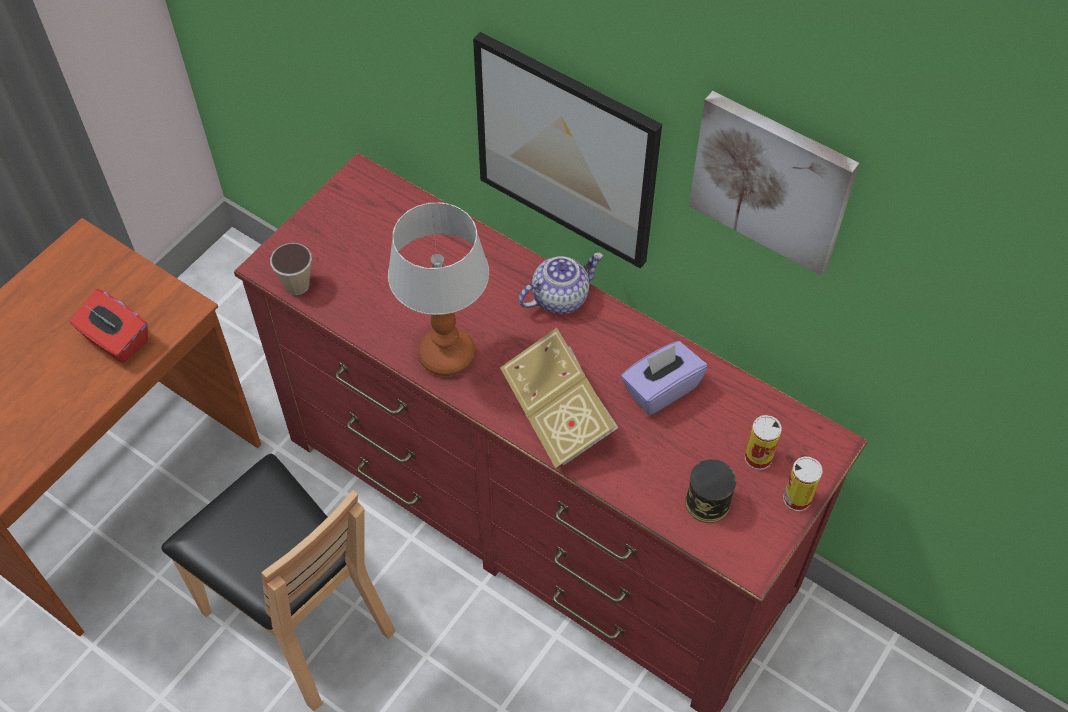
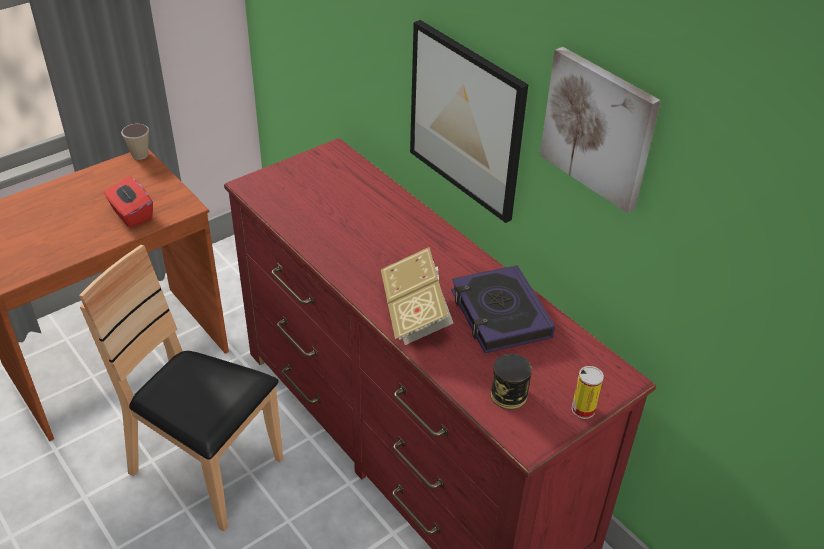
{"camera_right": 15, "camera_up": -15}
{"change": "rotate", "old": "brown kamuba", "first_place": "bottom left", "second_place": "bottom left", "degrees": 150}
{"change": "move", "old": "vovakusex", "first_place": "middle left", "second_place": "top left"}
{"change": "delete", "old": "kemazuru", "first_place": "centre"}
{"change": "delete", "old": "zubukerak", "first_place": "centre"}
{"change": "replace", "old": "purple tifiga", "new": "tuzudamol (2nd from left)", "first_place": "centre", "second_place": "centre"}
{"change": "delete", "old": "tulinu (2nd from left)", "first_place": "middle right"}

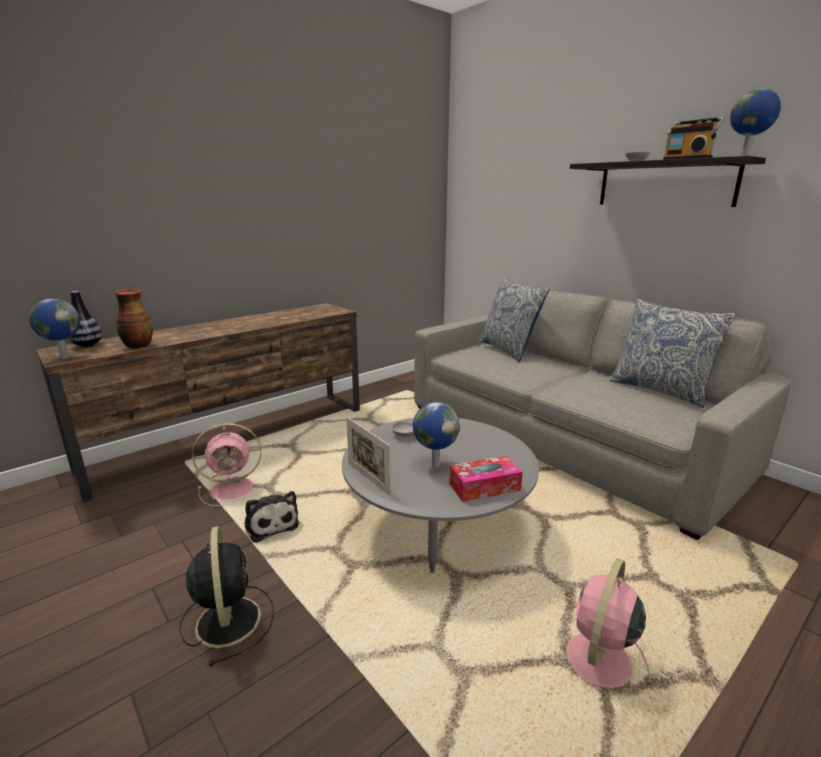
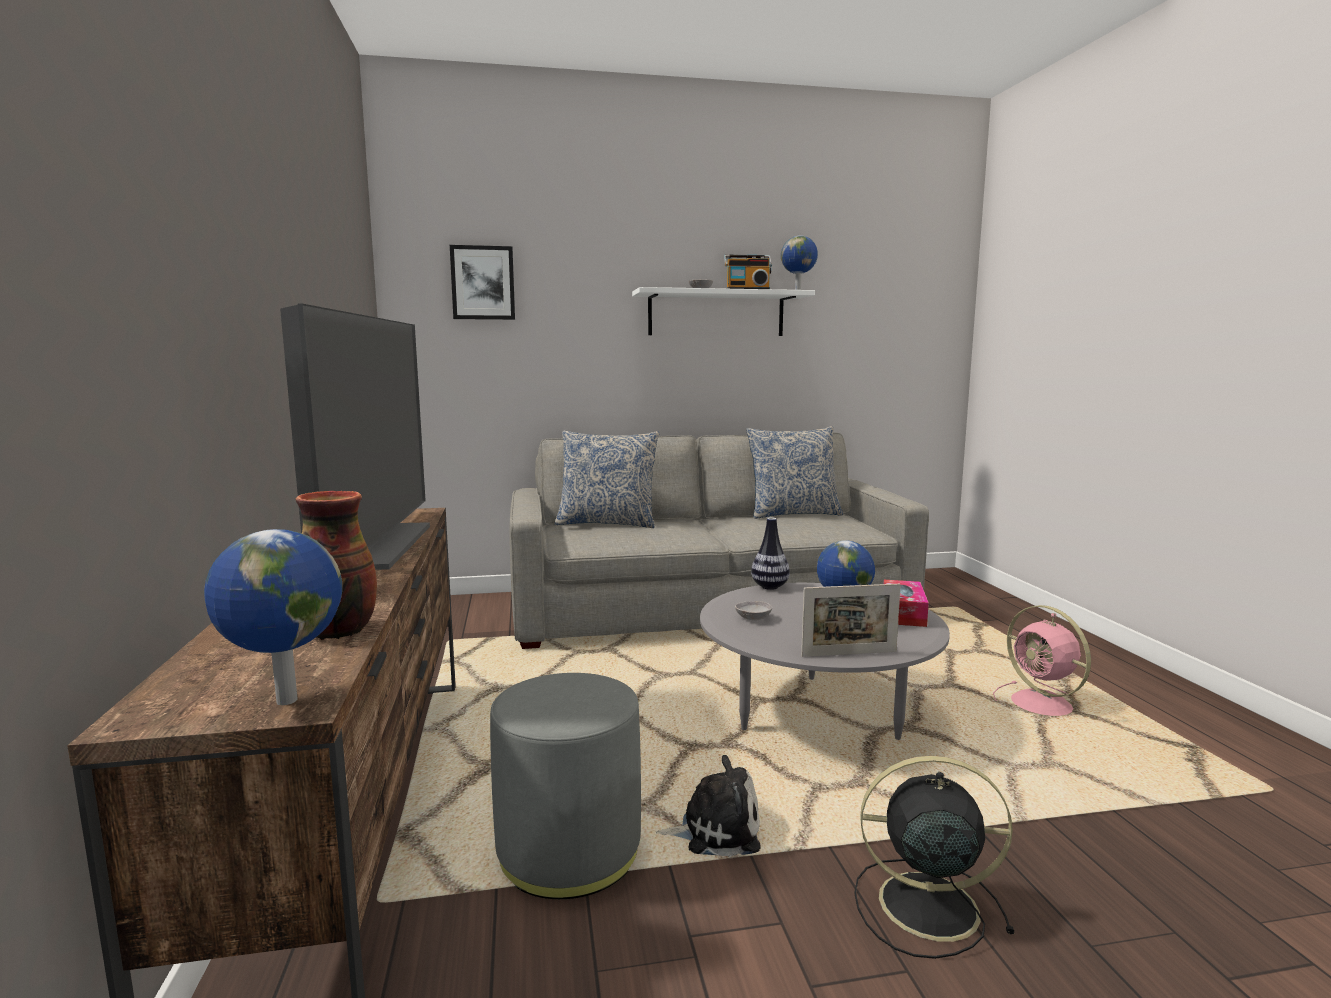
{"camera_right": -60, "camera_up": -10}
{"change": "move", "old": "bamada (1st from left in the first image)", "new": "bamada (2nd from left)", "first_place": "middle left", "second_place": "centre"}
{"change": "replace", "old": "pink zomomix (1st from left)", "new": "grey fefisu", "first_place": "middle left", "second_place": "bottom centre"}
{"change": "recolor", "old": "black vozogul", "new": "white vozogul", "first_place": "top right", "second_place": "top centre"}
{"change": "insert", "new": "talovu", "second_place": "middle left"}
{"change": "insert", "new": "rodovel", "second_place": "top centre"}

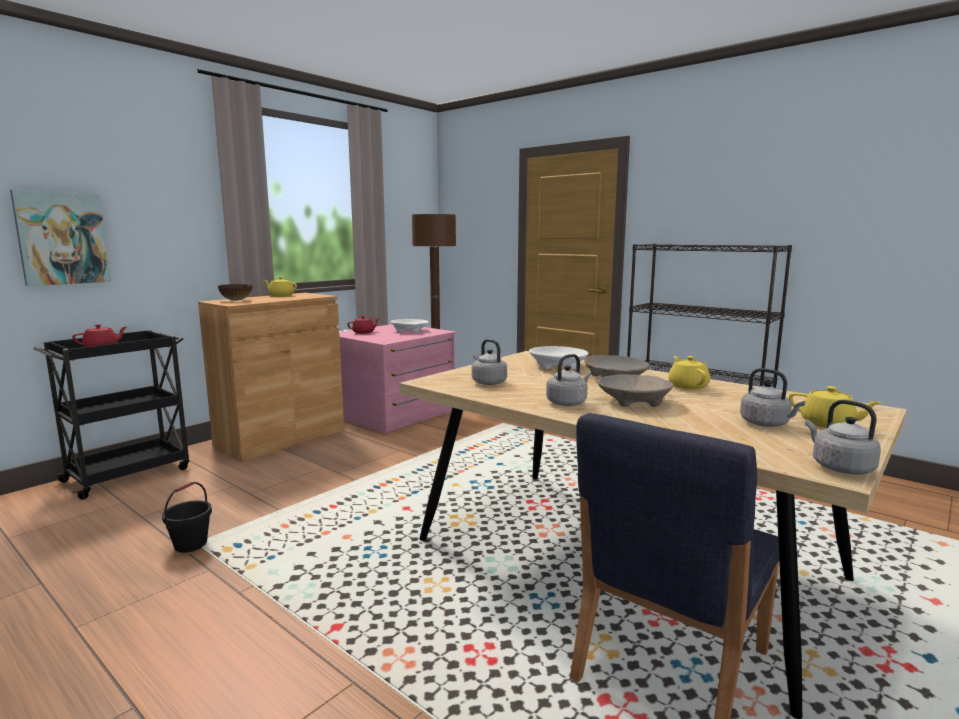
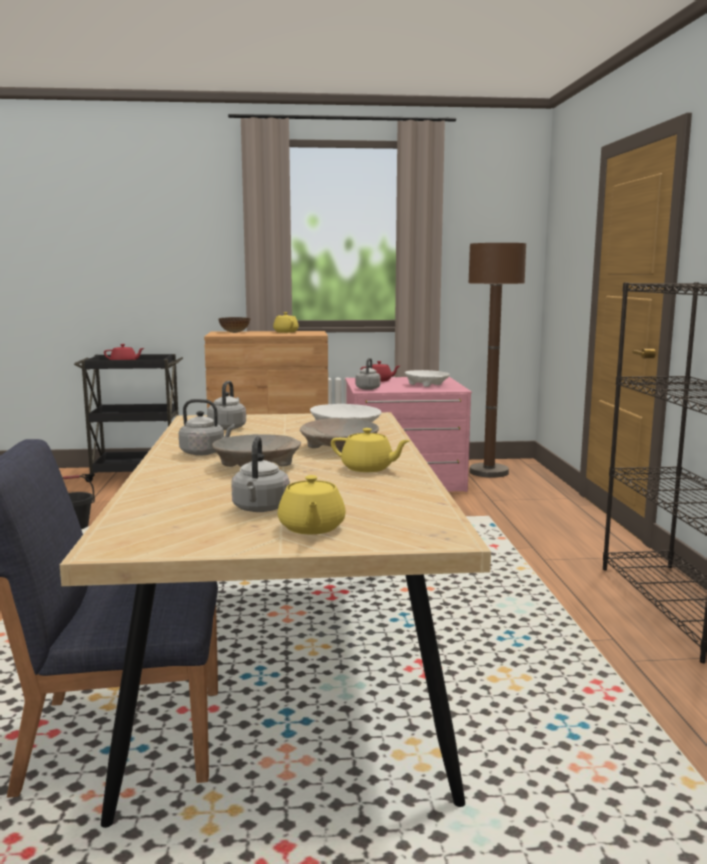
{"camera_right": 45, "camera_up": 0}
{"change": "delete", "old": "rodovel", "first_place": "top left"}
{"change": "rotate", "old": "yellow zubukerak (2nd from left in the first image)", "first_place": "middle right", "second_place": "centre", "degrees": 75}
{"change": "move", "old": "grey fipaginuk (4th from left)", "first_place": "middle right", "second_place": "centre"}

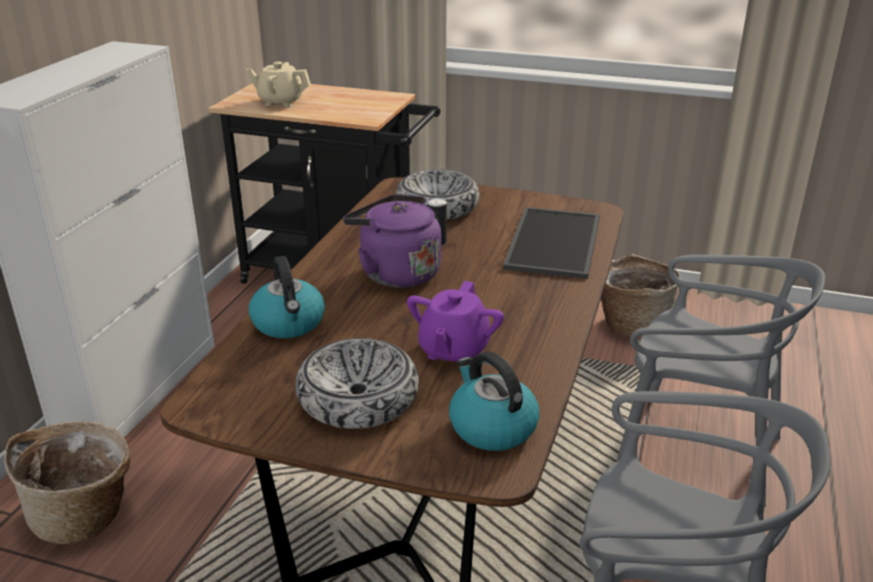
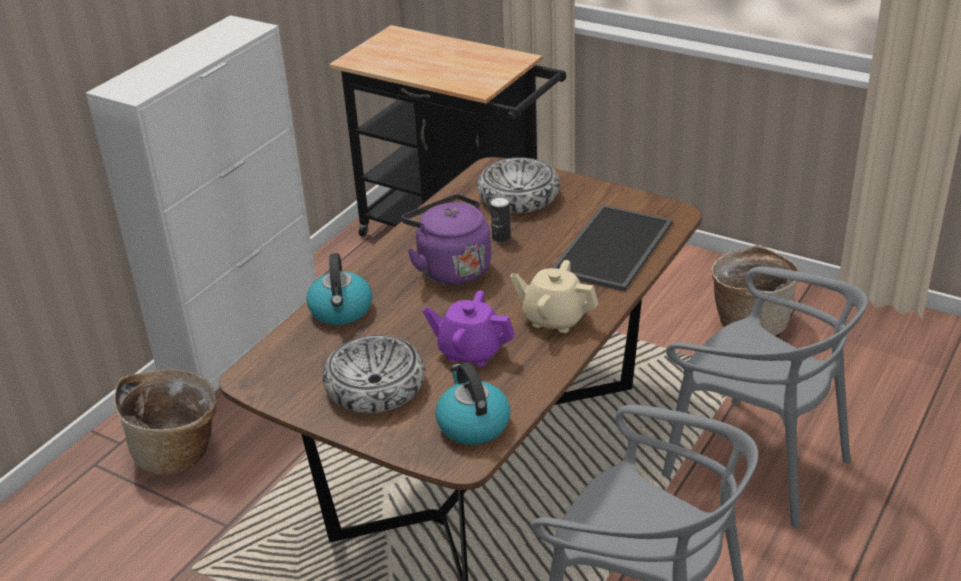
{"camera_right": 15, "camera_up": 5}
{"change": "move", "old": "beige zubukerak", "first_place": "top left", "second_place": "centre"}
{"change": "rotate", "old": "purple zubukerak", "first_place": "centre", "second_place": "centre", "degrees": 75}

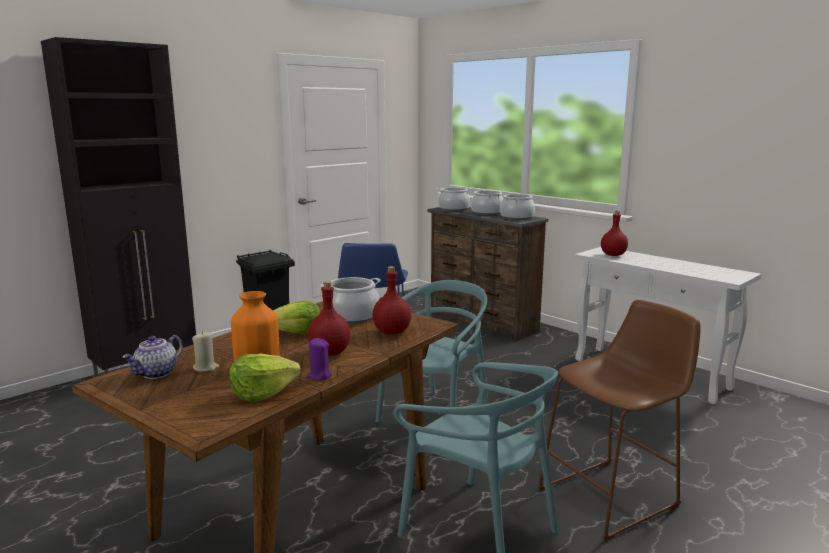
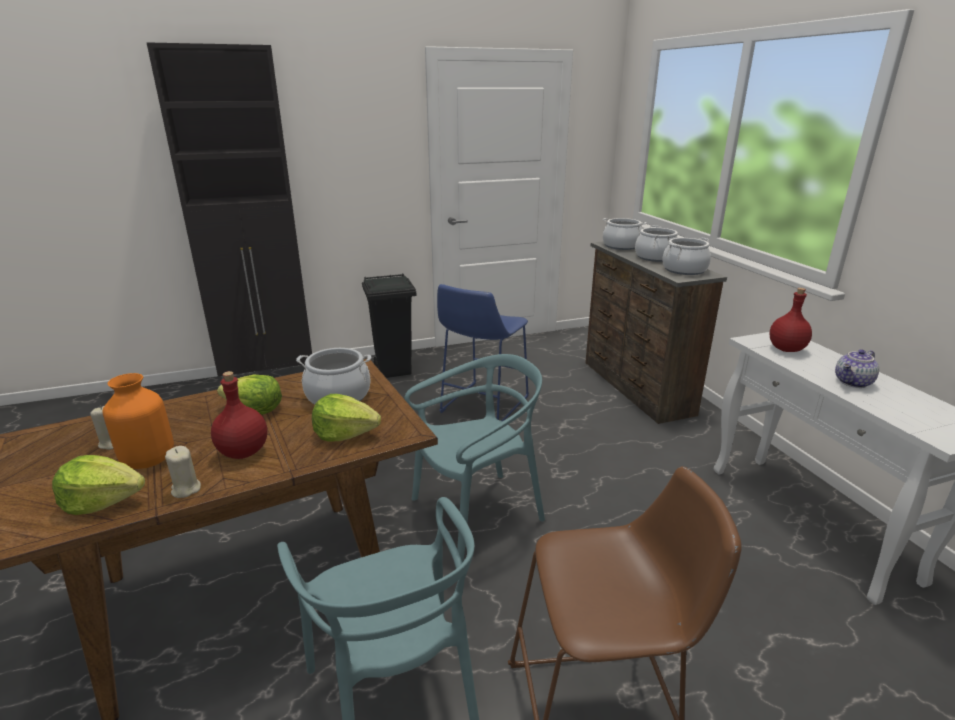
{"camera_right": 25, "camera_up": 10}
{"change": "move", "old": "zubukerak", "first_place": "middle left", "second_place": "middle right"}
{"change": "recolor", "old": "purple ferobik", "new": "beige ferobik (2nd from left)", "first_place": "centre", "second_place": "middle left"}
{"change": "replace", "old": "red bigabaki (2nd from left)", "new": "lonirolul (3rd from left)", "first_place": "centre", "second_place": "centre"}

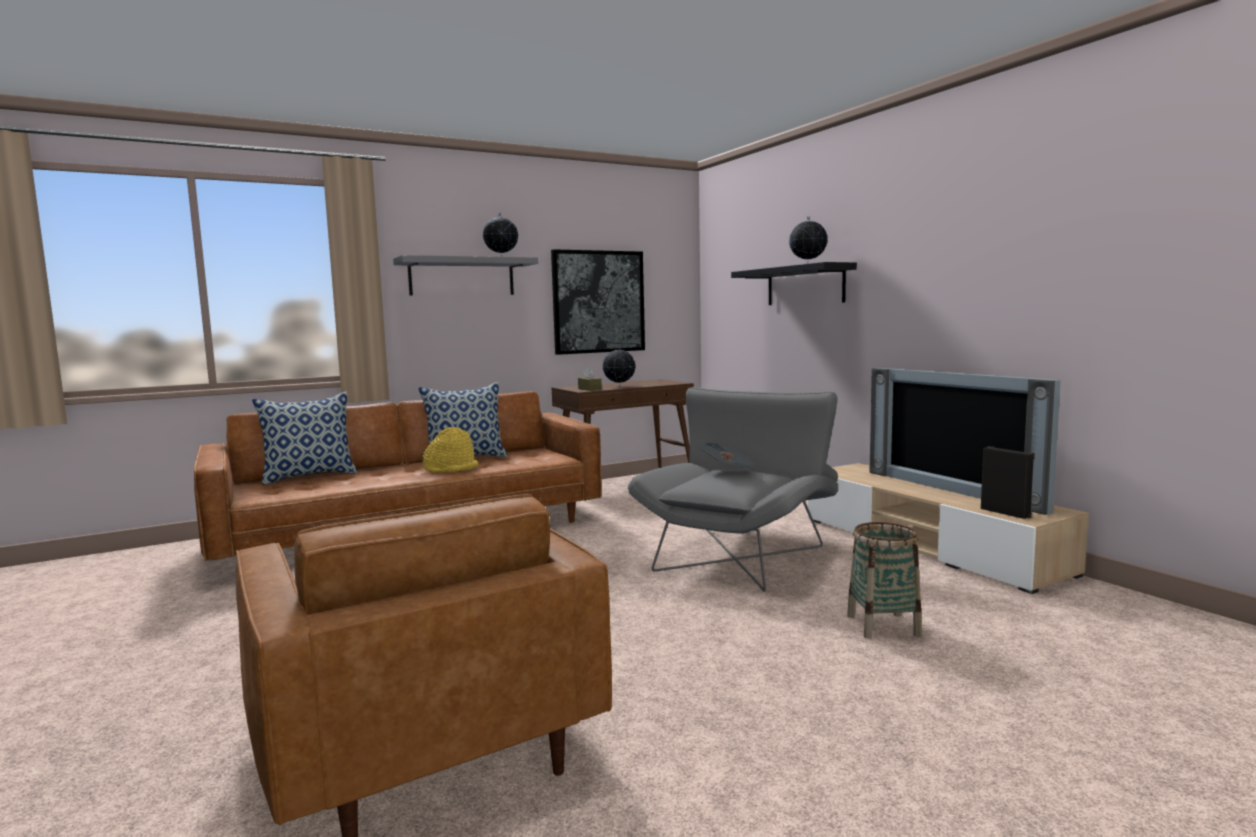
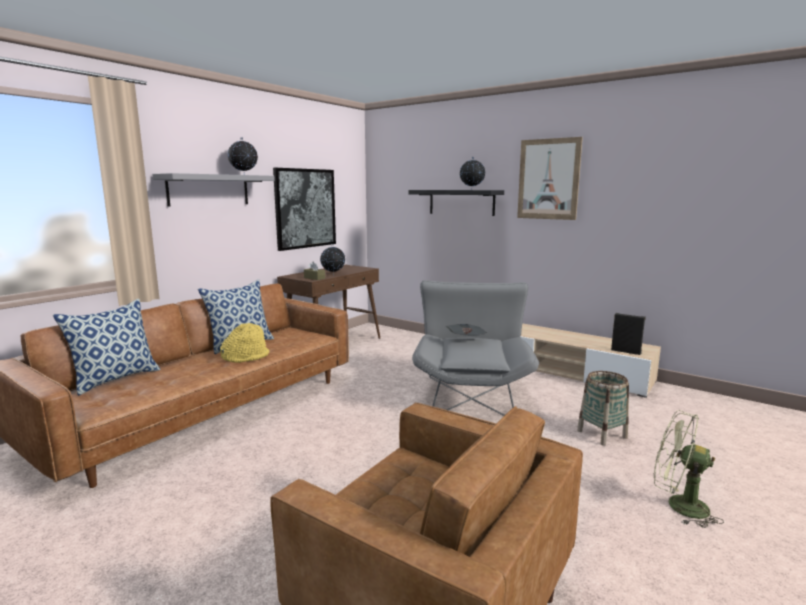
{"camera_right": -25, "camera_up": 5}
{"change": "delete", "old": "talovu", "first_place": "middle right"}
{"change": "insert", "new": "rodovel (2nd from left)", "second_place": "top right"}
{"change": "insert", "new": "green zomomix", "second_place": "bottom right"}

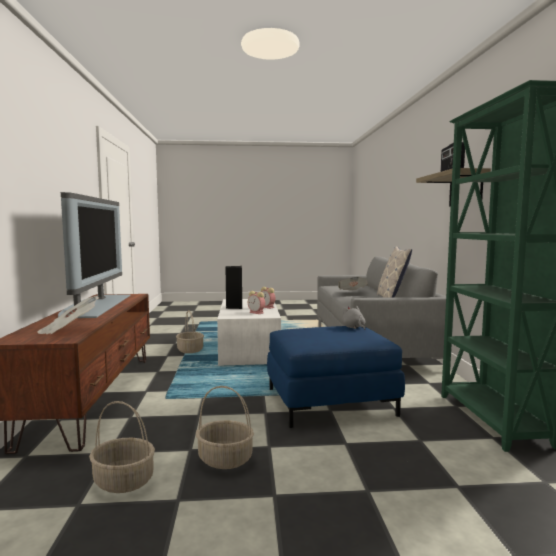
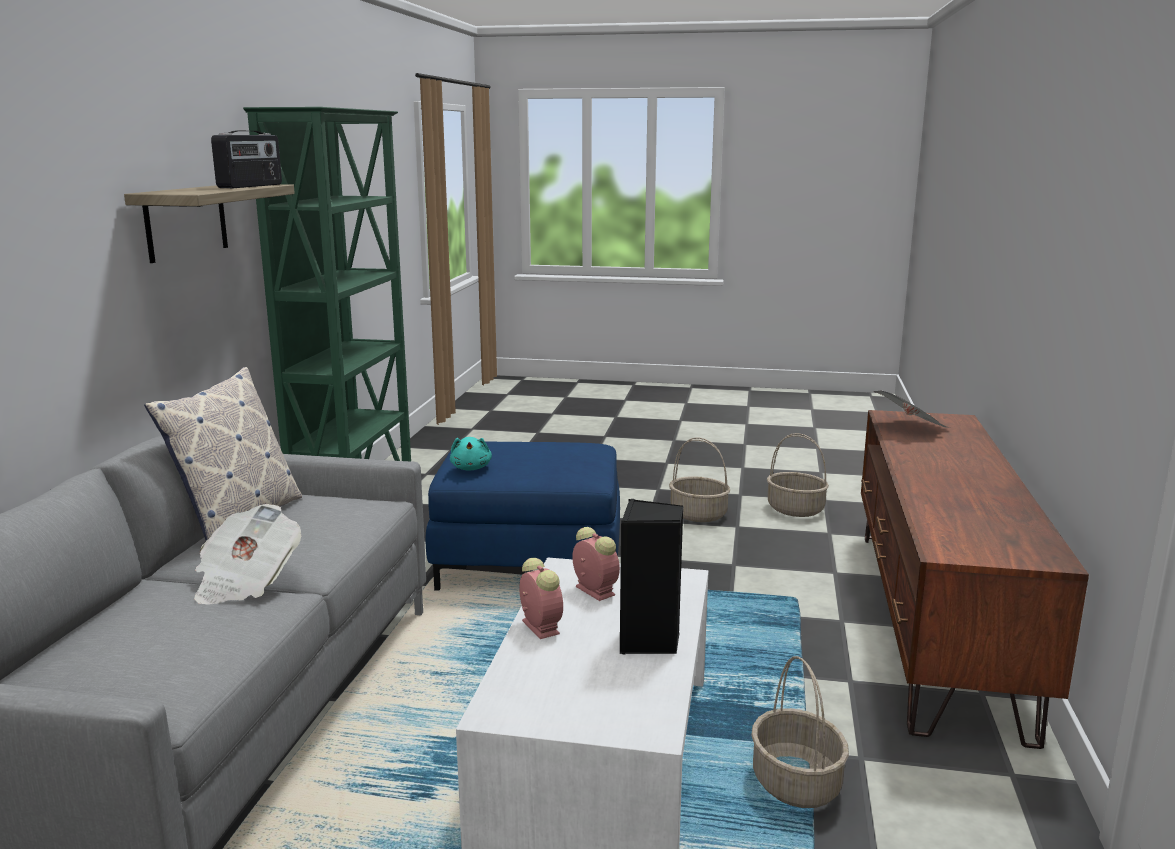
{"camera_right": -165, "camera_up": 10}
{"change": "delete", "old": "talovu", "first_place": "middle left"}
{"change": "recolor", "old": "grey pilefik", "new": "turquoise pilefik", "first_place": "centre", "second_place": "centre"}

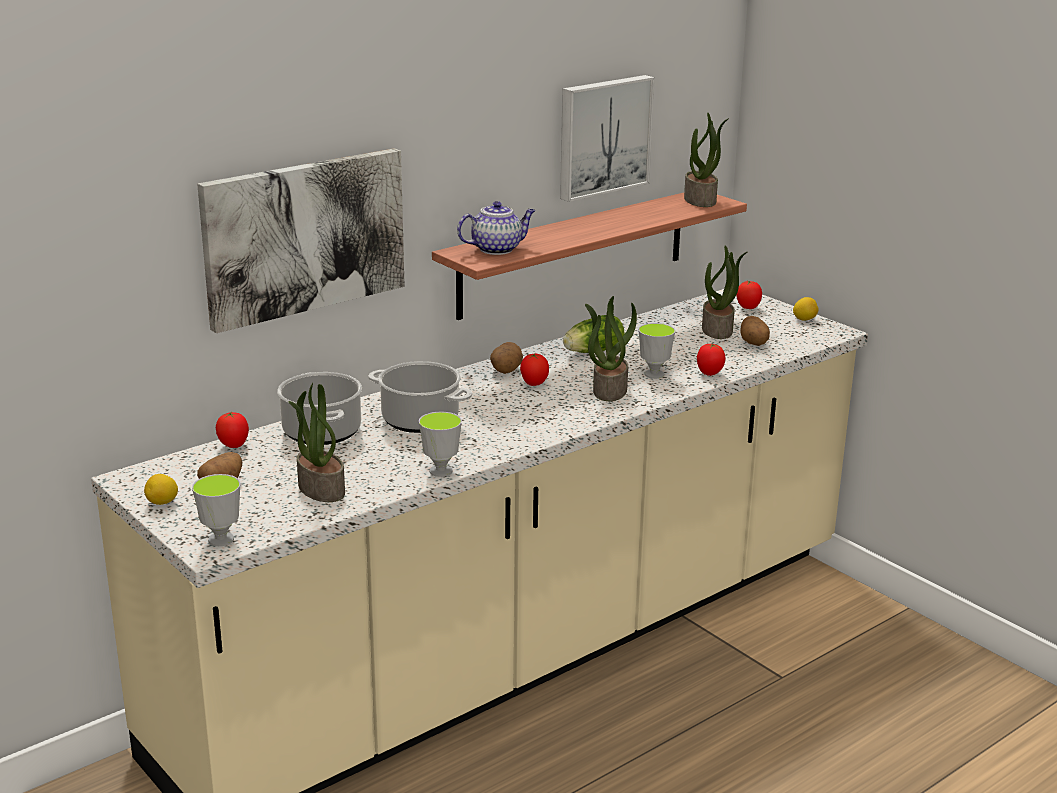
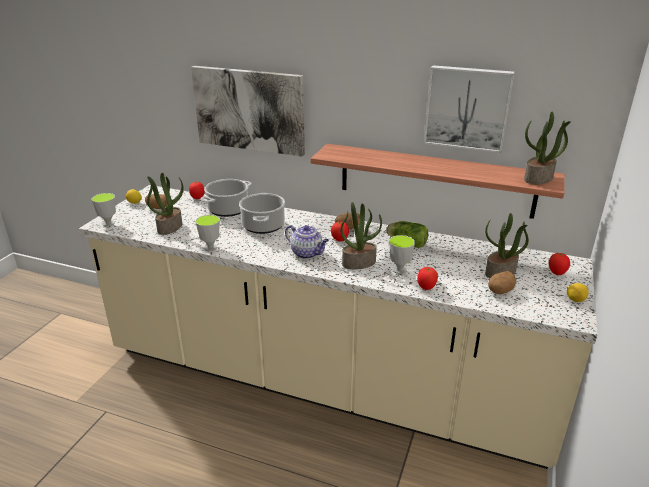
{"camera_right": 60, "camera_up": 5}
{"change": "move", "old": "zubukerak", "first_place": "top centre", "second_place": "centre"}

